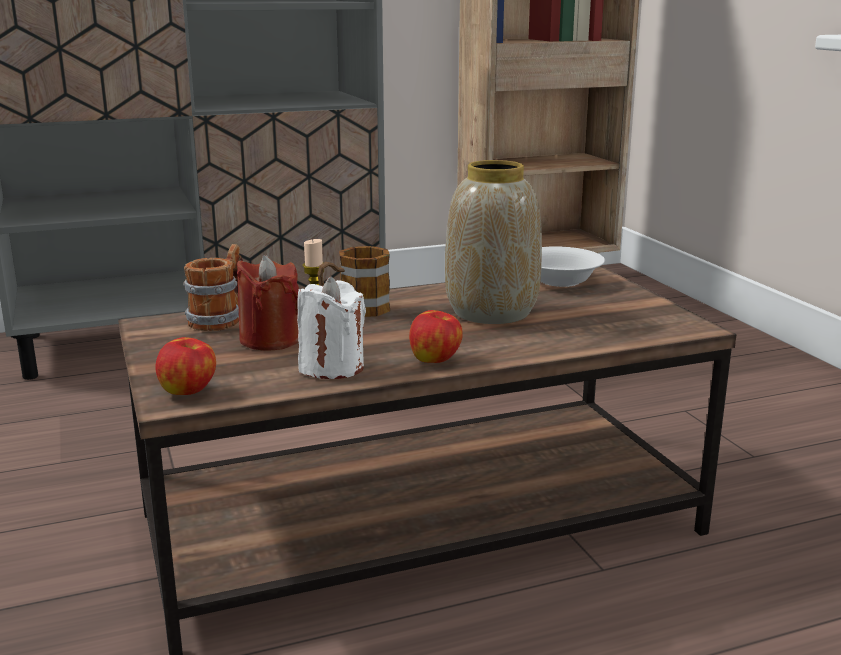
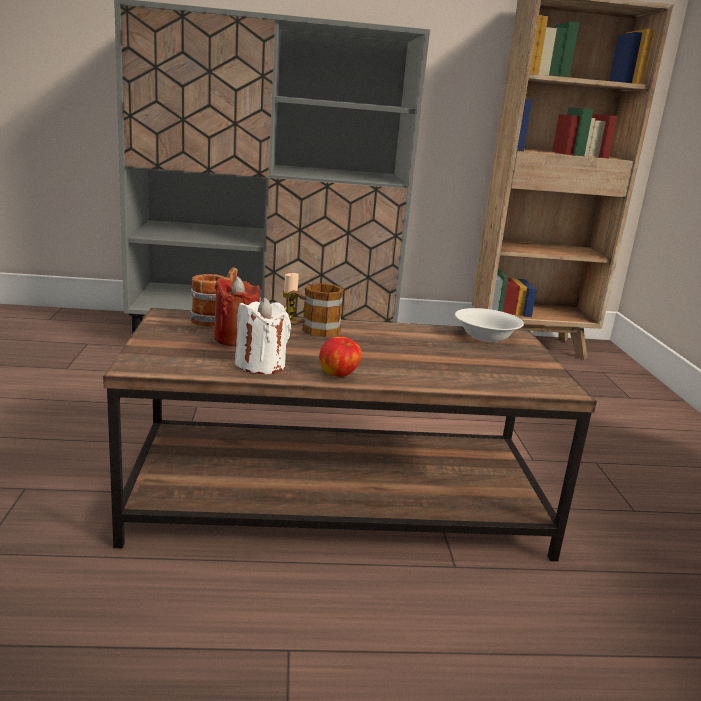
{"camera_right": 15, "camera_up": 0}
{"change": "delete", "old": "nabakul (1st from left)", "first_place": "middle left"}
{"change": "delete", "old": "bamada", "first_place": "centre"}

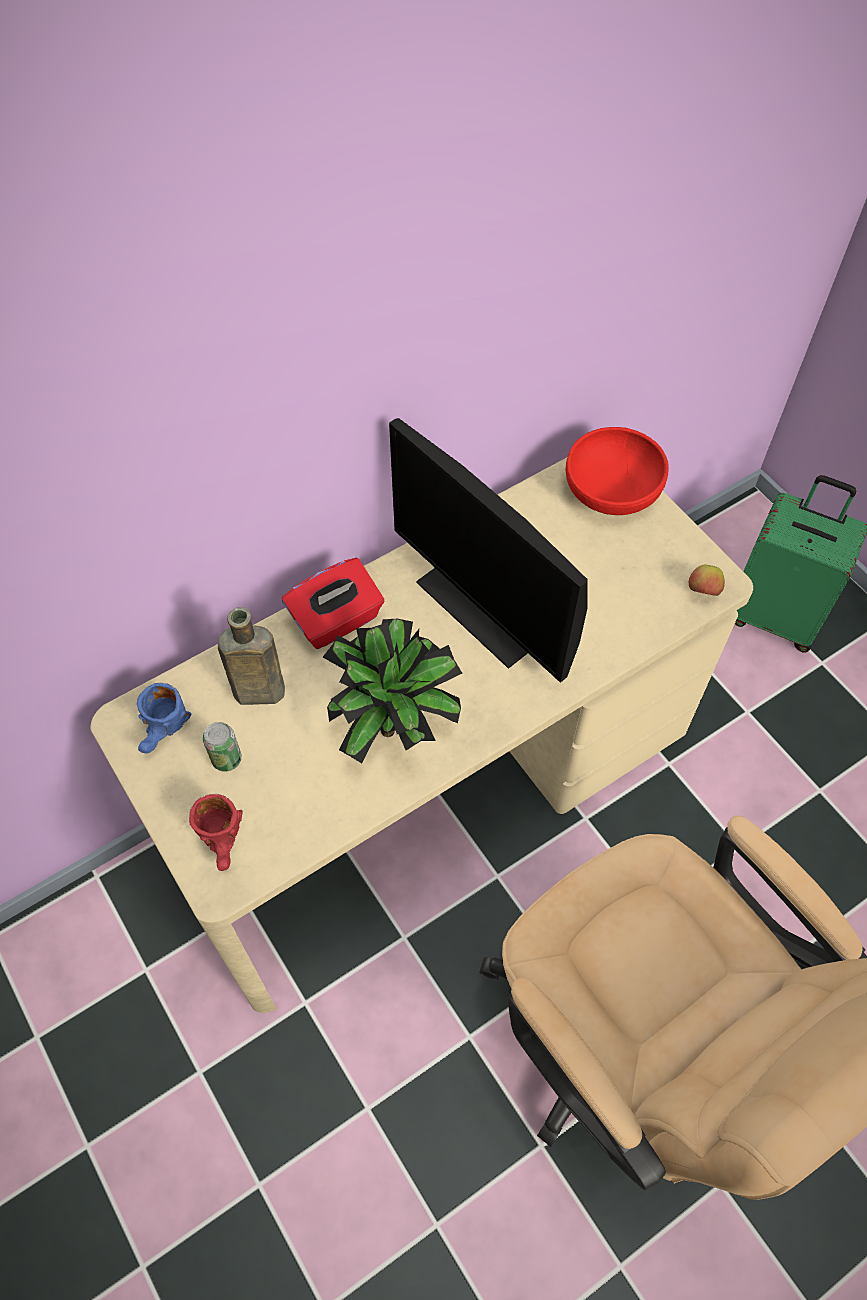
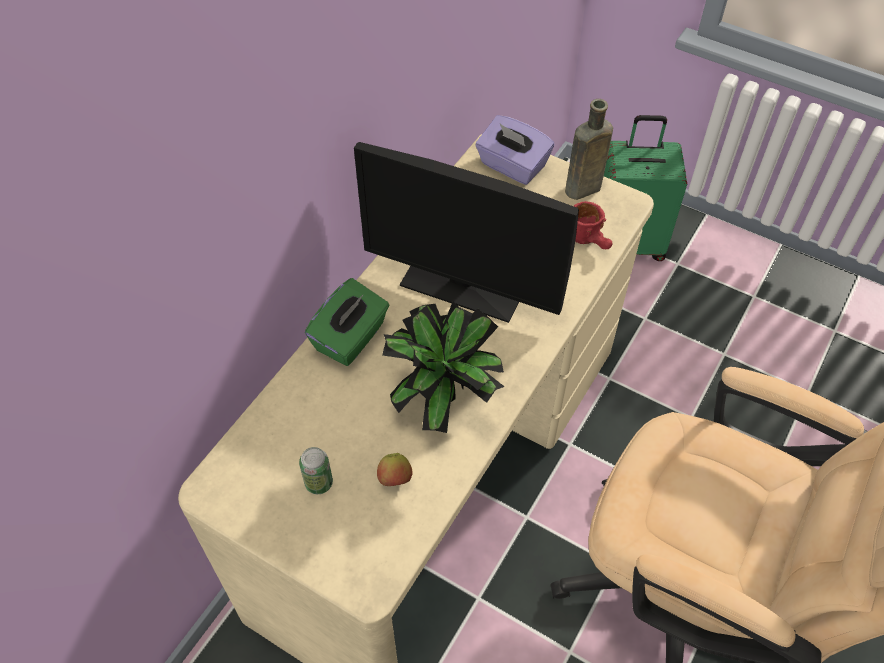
{"camera_right": -25, "camera_up": -5}
{"change": "delete", "old": "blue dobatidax", "first_place": "middle left"}
{"change": "move", "old": "red dobatidax", "first_place": "middle left", "second_place": "middle right"}
{"change": "move", "old": "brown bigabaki", "first_place": "middle left", "second_place": "top centre"}
{"change": "recolor", "old": "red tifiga", "new": "green tifiga", "first_place": "centre", "second_place": "centre"}
{"change": "replace", "old": "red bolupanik", "new": "purple tifiga", "first_place": "middle right", "second_place": "top centre"}
{"change": "move", "old": "nabakul", "first_place": "middle right", "second_place": "bottom centre"}

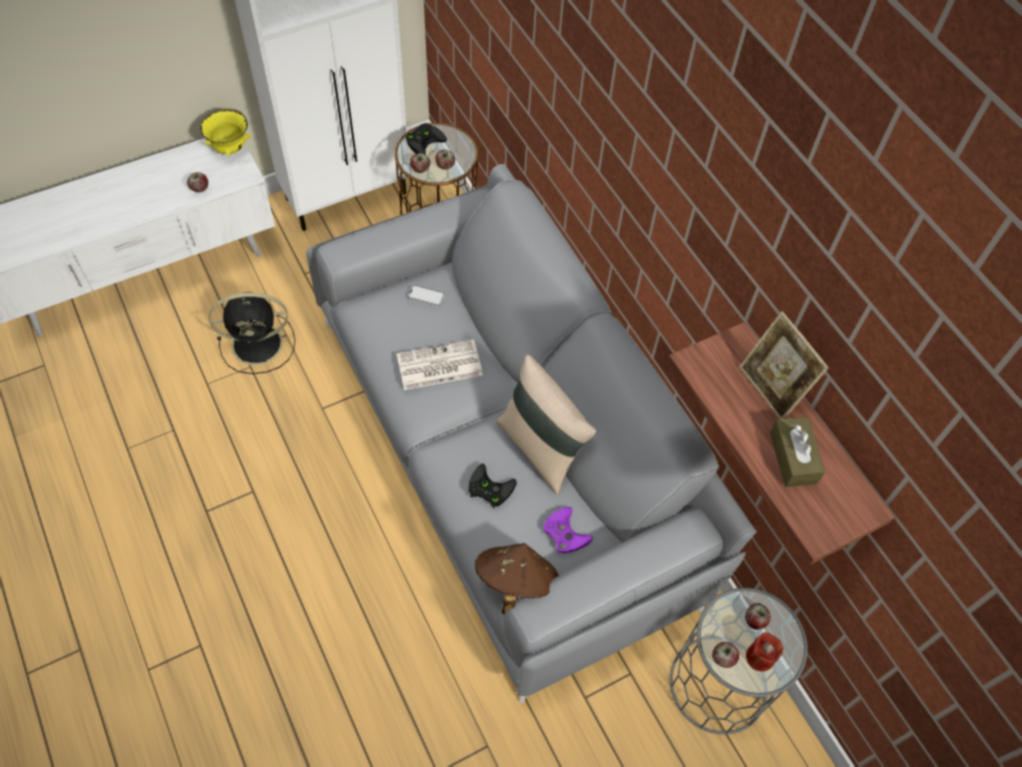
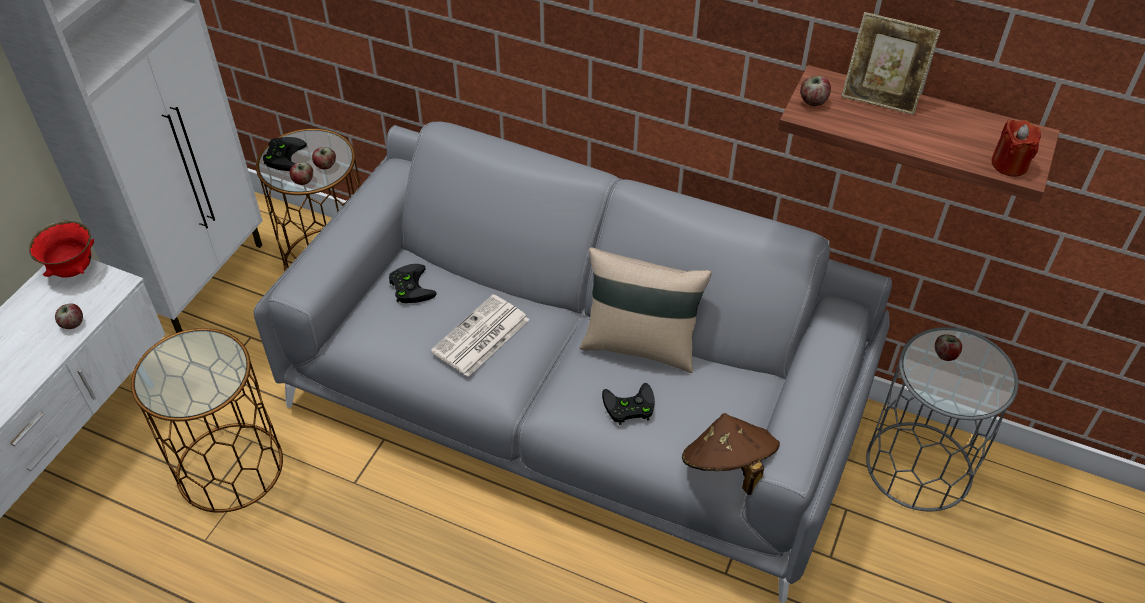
{"camera_right": -35, "camera_up": -10}
{"change": "recolor", "old": "yellow bolupanik", "new": "red bolupanik", "first_place": "top left", "second_place": "middle left"}
{"change": "replace", "old": "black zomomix", "new": "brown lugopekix (1st from left)", "first_place": "middle left", "second_place": "bottom left"}
{"change": "replace", "old": "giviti", "new": "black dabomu (2nd from left)", "first_place": "centre", "second_place": "centre"}
{"change": "delete", "old": "purple dabomu", "first_place": "bottom centre"}
{"change": "move", "old": "nabakul (4th from left)", "first_place": "bottom right", "second_place": "top right"}
{"change": "move", "old": "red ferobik", "first_place": "bottom right", "second_place": "top right"}
{"change": "delete", "old": "brown tifiga", "first_place": "middle right"}

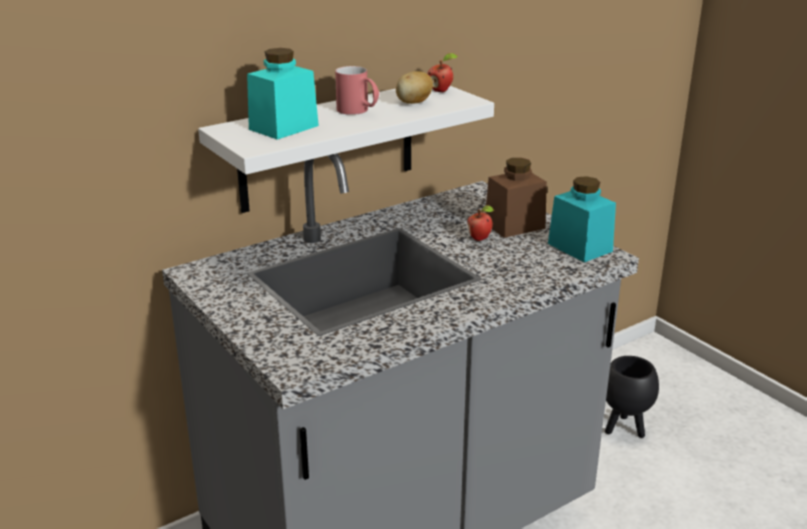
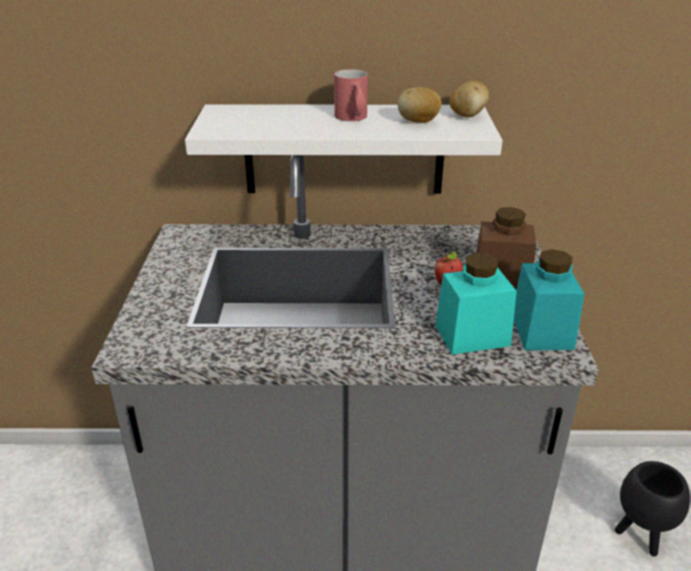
{"camera_right": 35, "camera_up": 5}
{"change": "move", "old": "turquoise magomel (1st from left)", "first_place": "top centre", "second_place": "middle right"}
{"change": "replace", "old": "nabakul (1st from left)", "new": "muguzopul (2nd from left)", "first_place": "top centre", "second_place": "top right"}

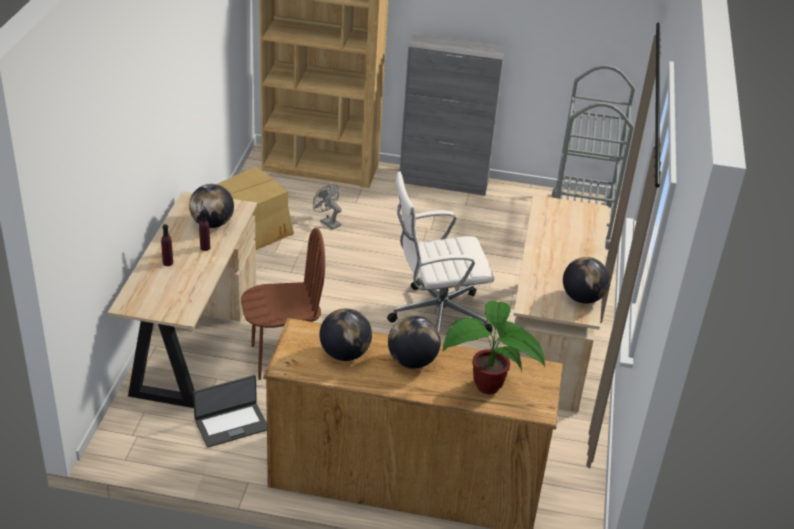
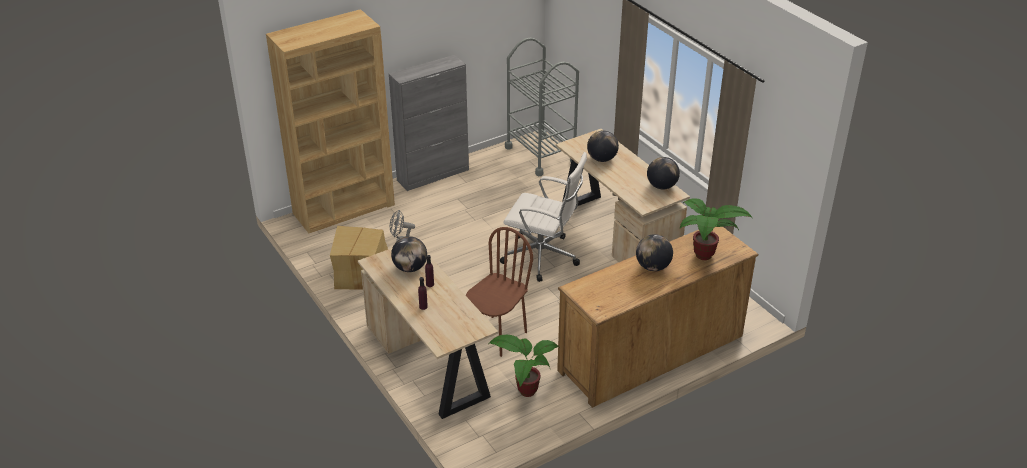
{"camera_right": -40, "camera_up": 0}
{"change": "replace", "old": "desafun", "new": "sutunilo (1st from left)", "first_place": "bottom left", "second_place": "bottom centre"}
{"change": "move", "old": "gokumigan (2nd from left)", "first_place": "centre", "second_place": "top centre"}
{"change": "rotate", "old": "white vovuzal", "first_place": "centre", "second_place": "centre", "degrees": -105}

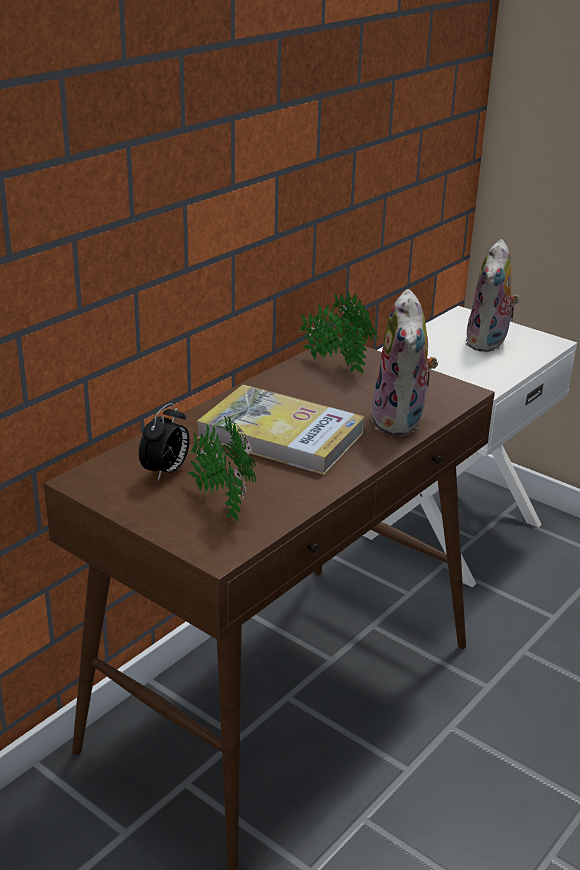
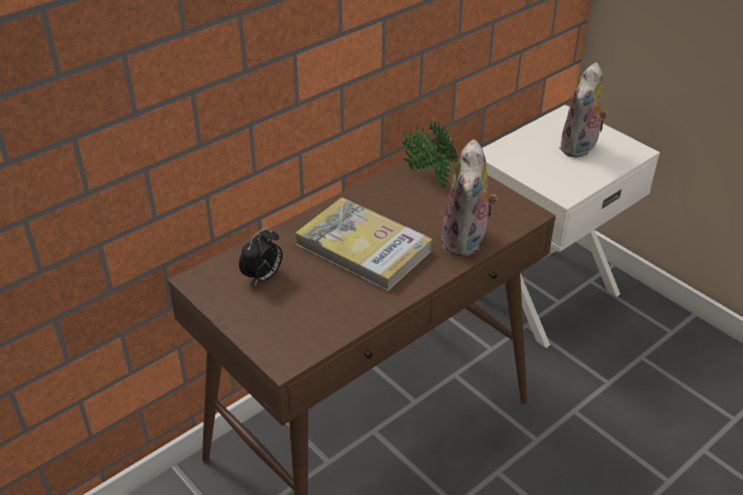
{"camera_right": 10, "camera_up": 10}
{"change": "delete", "old": "sutunilo (1st from left)", "first_place": "centre"}

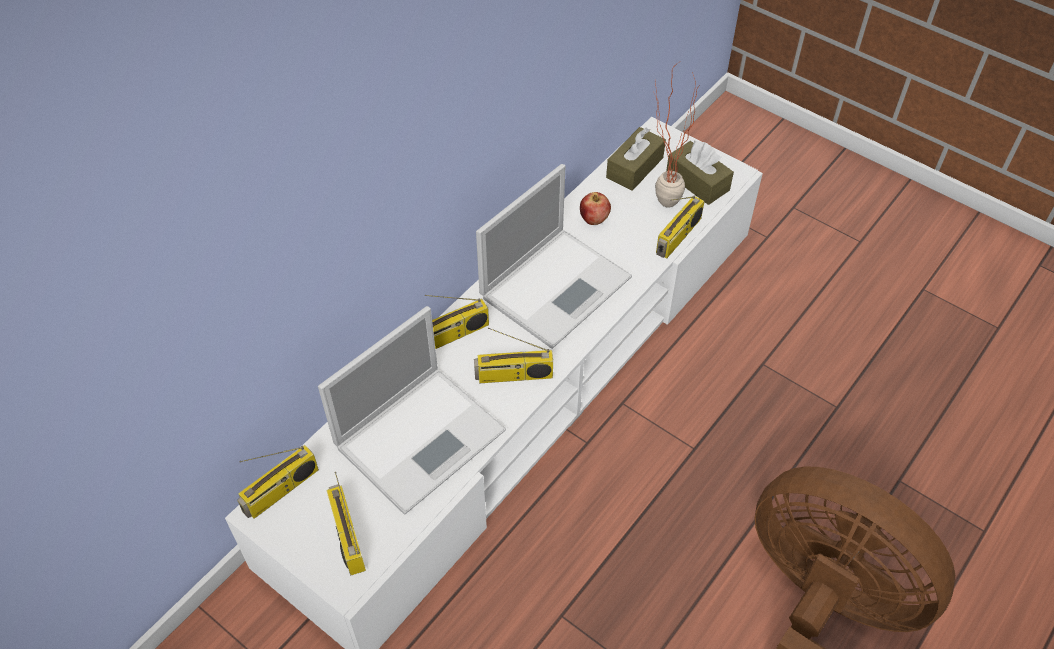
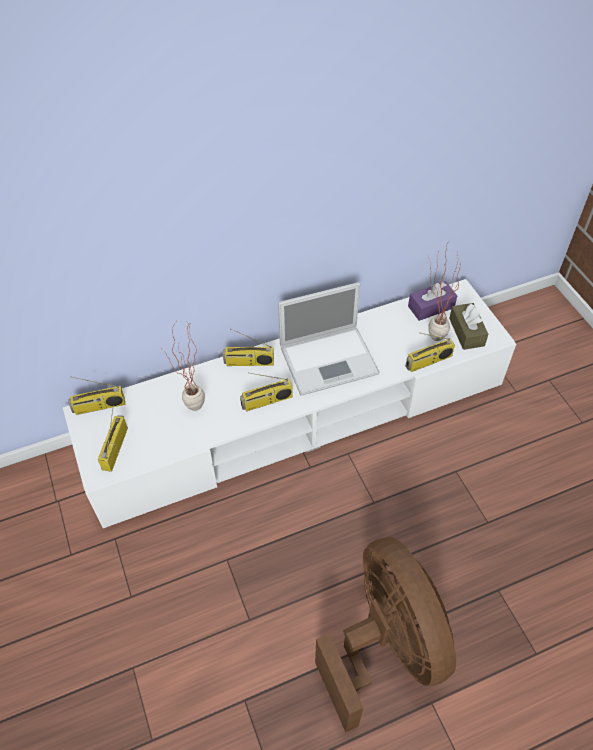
{"camera_right": 30, "camera_up": 0}
{"change": "replace", "old": "desafun (1st from left)", "new": "sutunilo (1st from left)", "first_place": "centre", "second_place": "middle left"}
{"change": "rotate", "old": "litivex (4th from left)", "first_place": "centre", "second_place": "centre", "degrees": -45}
{"change": "delete", "old": "nabakul", "first_place": "top centre"}
{"change": "recolor", "old": "brown tifiga (1st from left)", "new": "purple tifiga", "first_place": "top centre", "second_place": "middle right"}

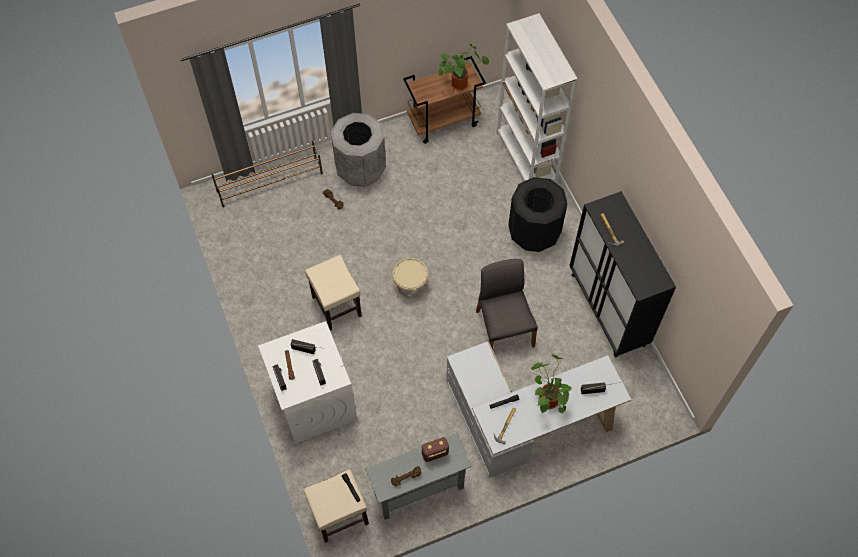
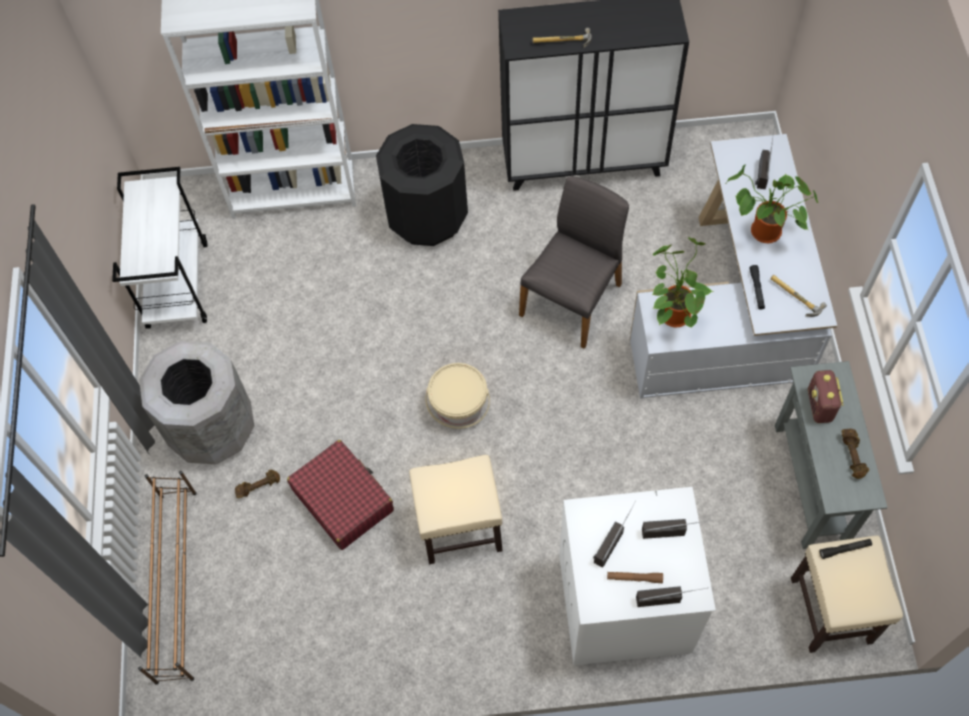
{"camera_right": -70, "camera_up": 0}
{"change": "recolor", "old": "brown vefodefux", "new": "white vefodefux", "first_place": "top centre", "second_place": "middle left"}
{"change": "move", "old": "sutunilo (1st from left)", "first_place": "top centre", "second_place": "middle right"}
{"change": "rotate", "old": "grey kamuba", "first_place": "centre", "second_place": "centre", "degrees": 120}
{"change": "insert", "new": "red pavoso", "second_place": "bottom centre"}

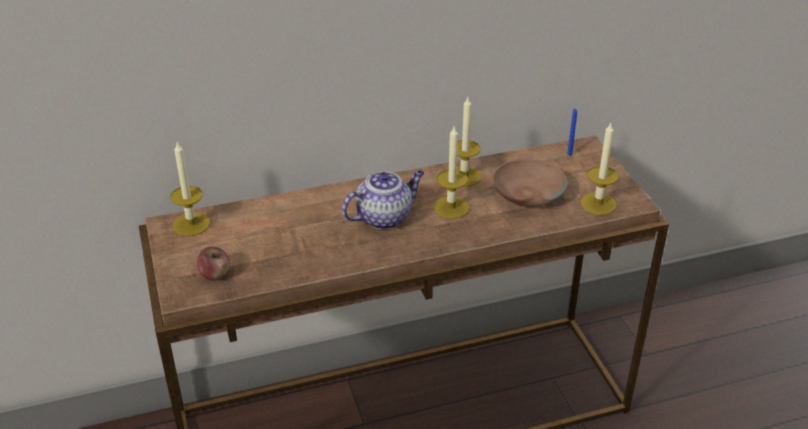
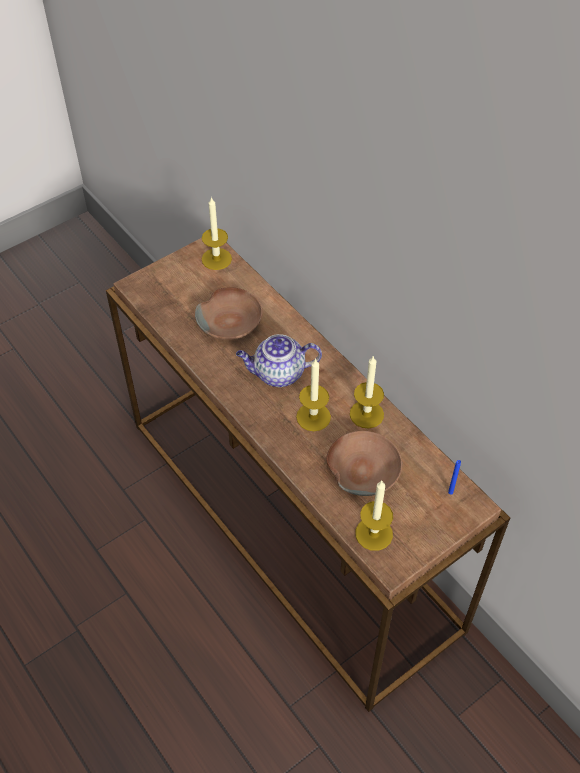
{"camera_right": 70, "camera_up": 15}
{"change": "delete", "old": "nabakul", "first_place": "middle left"}
{"change": "rotate", "old": "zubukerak", "first_place": "centre", "second_place": "centre", "degrees": 135}
{"change": "insert", "new": "brown bolupanik (1st from left)", "second_place": "centre"}

